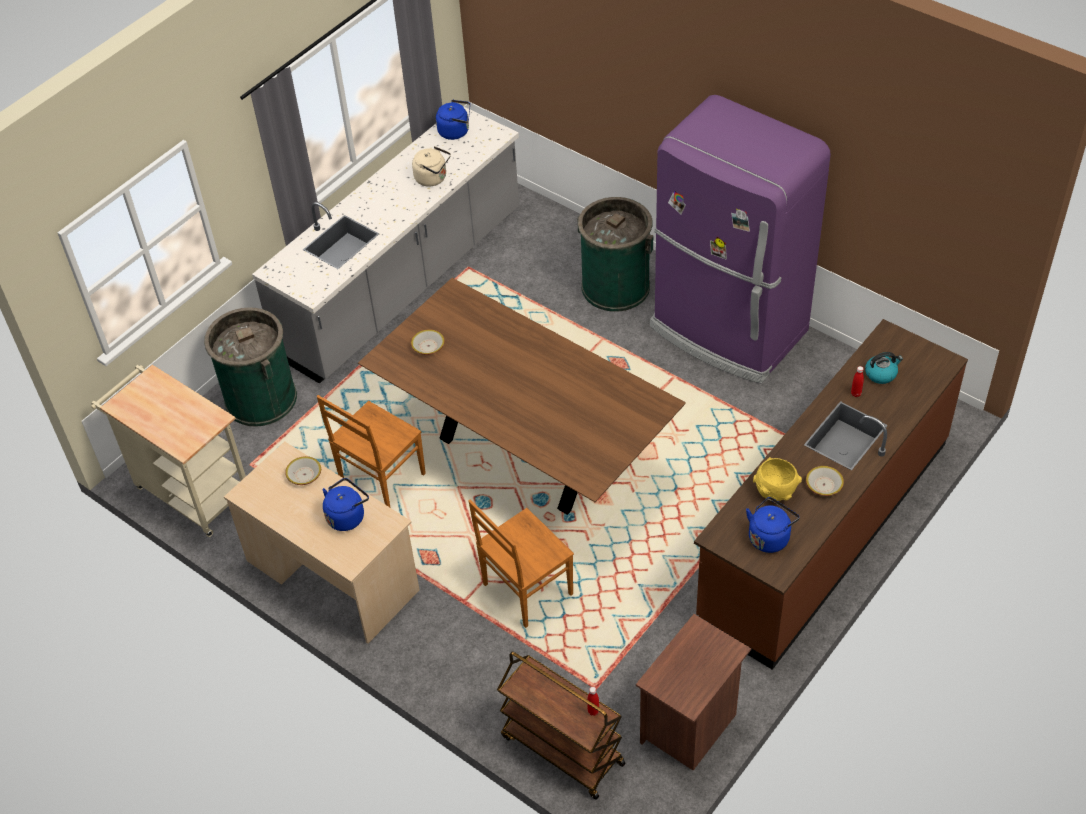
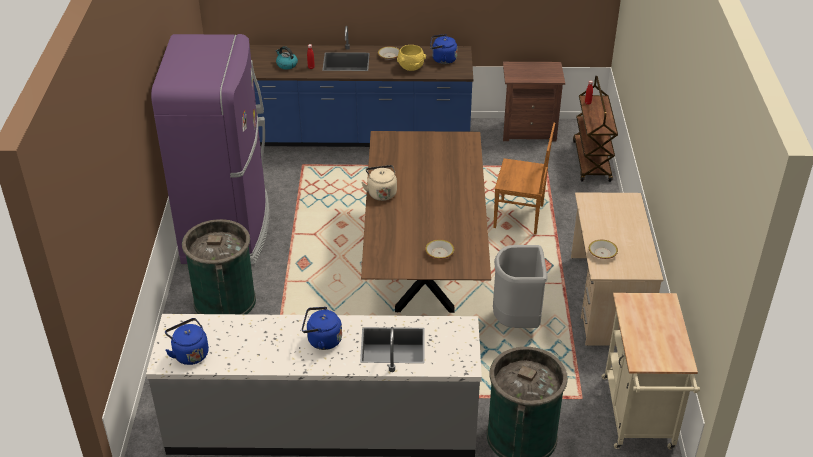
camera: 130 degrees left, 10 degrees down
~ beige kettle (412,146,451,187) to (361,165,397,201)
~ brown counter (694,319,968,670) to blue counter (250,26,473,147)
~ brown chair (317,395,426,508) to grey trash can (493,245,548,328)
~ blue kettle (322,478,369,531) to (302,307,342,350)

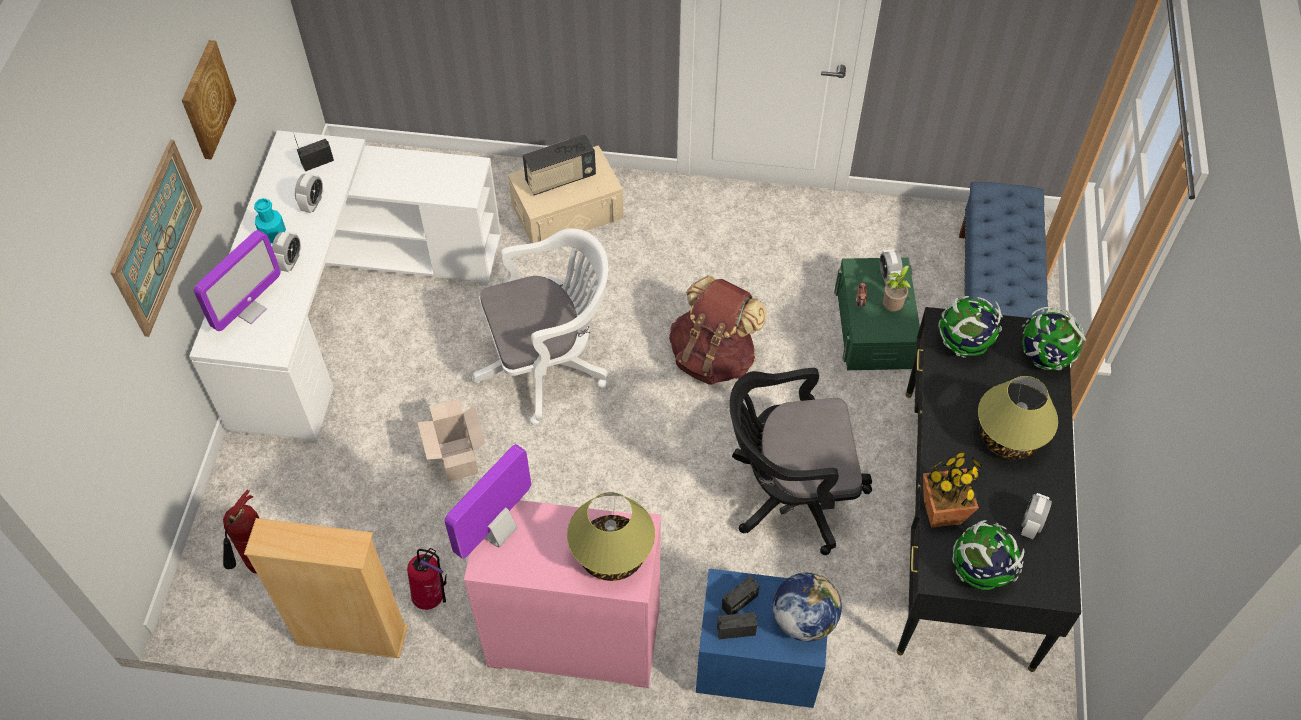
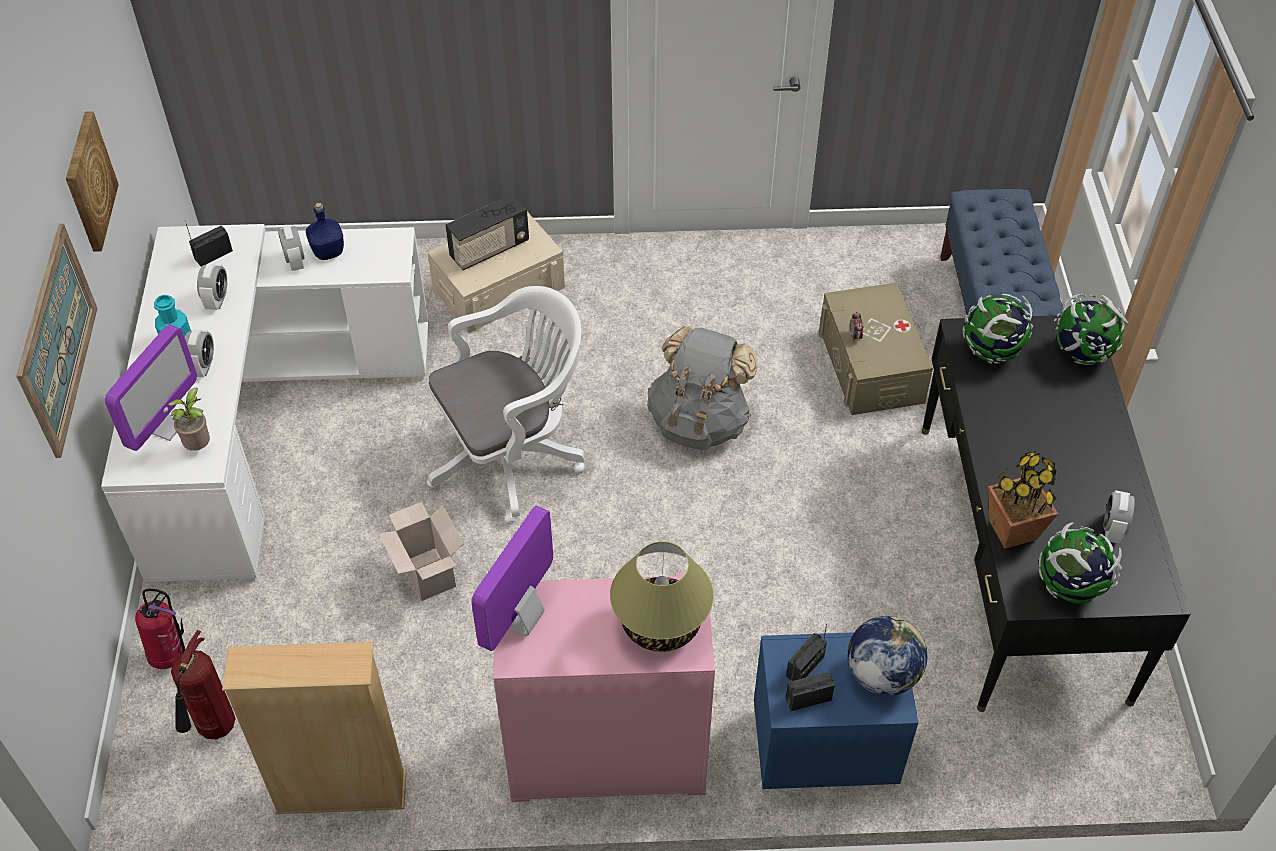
camera: 10 degrees left, 5 degrees down
~ alarm clock (880,249,903,285) to (278,225,305,271)
~ green storage box (834,257,920,370) to beige storage box (819,282,933,415)
~ potted plant (883,265,912,311) to (168,388,210,451)
~ brown backpack (669,276,767,385) to grey backpack (647,326,758,450)
- black office chair (729,368,872,555)
- table lamp (978,376,1058,459)
~ fire extinguisher (407,548,447,610) to (135,589,185,669)
+ blue bottle (306,203,344,260)

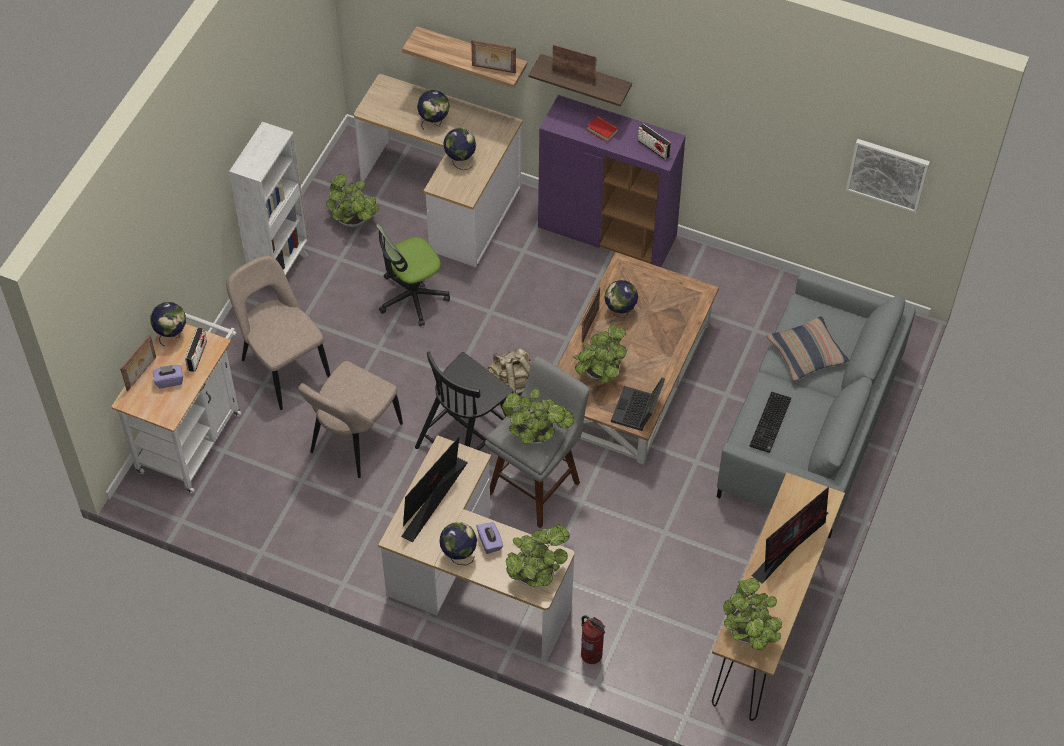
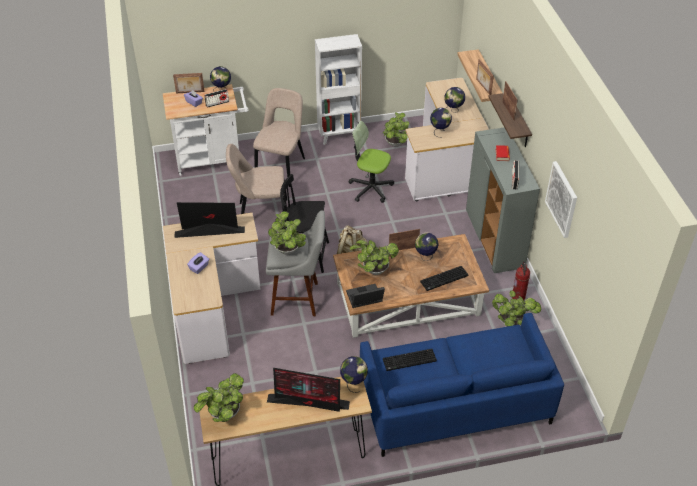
camera: 55 degrees right, 10 degrees down
~ purple cabinet (538,95,686,267) to grey cabinet (466,128,540,273)
~ picture (846,139,930,213) to (545,161,577,238)
~ grey sofa (717,271,916,538) to blue sofa (360,313,564,457)
- pillow (767,316,849,381)
~ globe (440,522,477,565) to (340,356,368,393)
~ potted plant (506,524,570,587) to (492,290,541,327)
~ fire extinguisher (581,615,605,664) to (512,262,530,300)
+ keyboard (420,266,469,291)

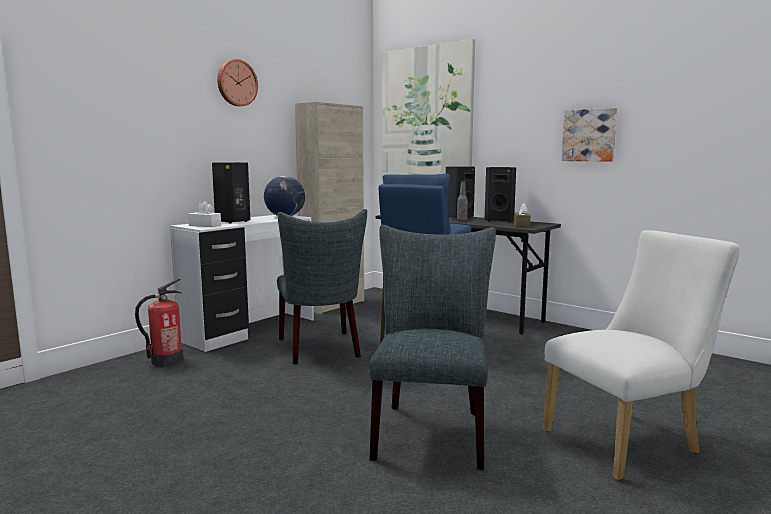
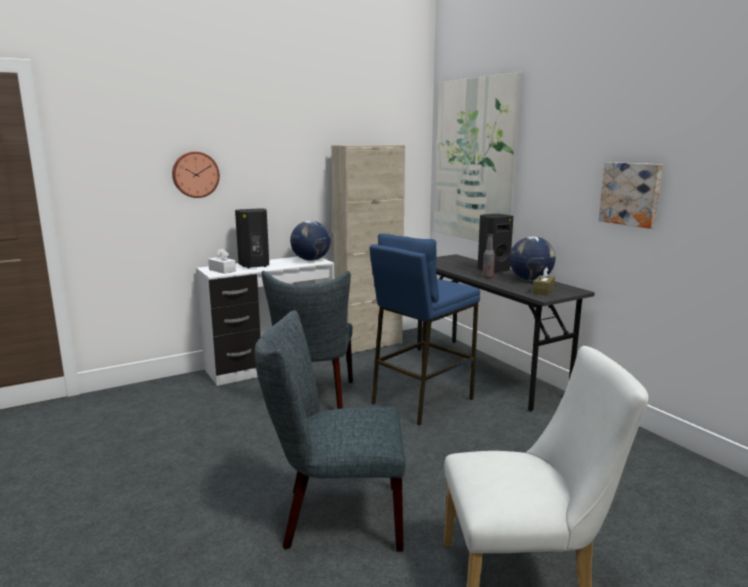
camera: 20 degrees right, 5 degrees up
~ wall clock (217,59,258,106) to (172,151,220,198)
~ black speaker (484,167,516,222) to globe (509,236,555,281)
~ grey chair (369,225,496,470) = (254,310,406,552) 120 degrees counterclockwise
- fire extinguisher (135,279,183,367)

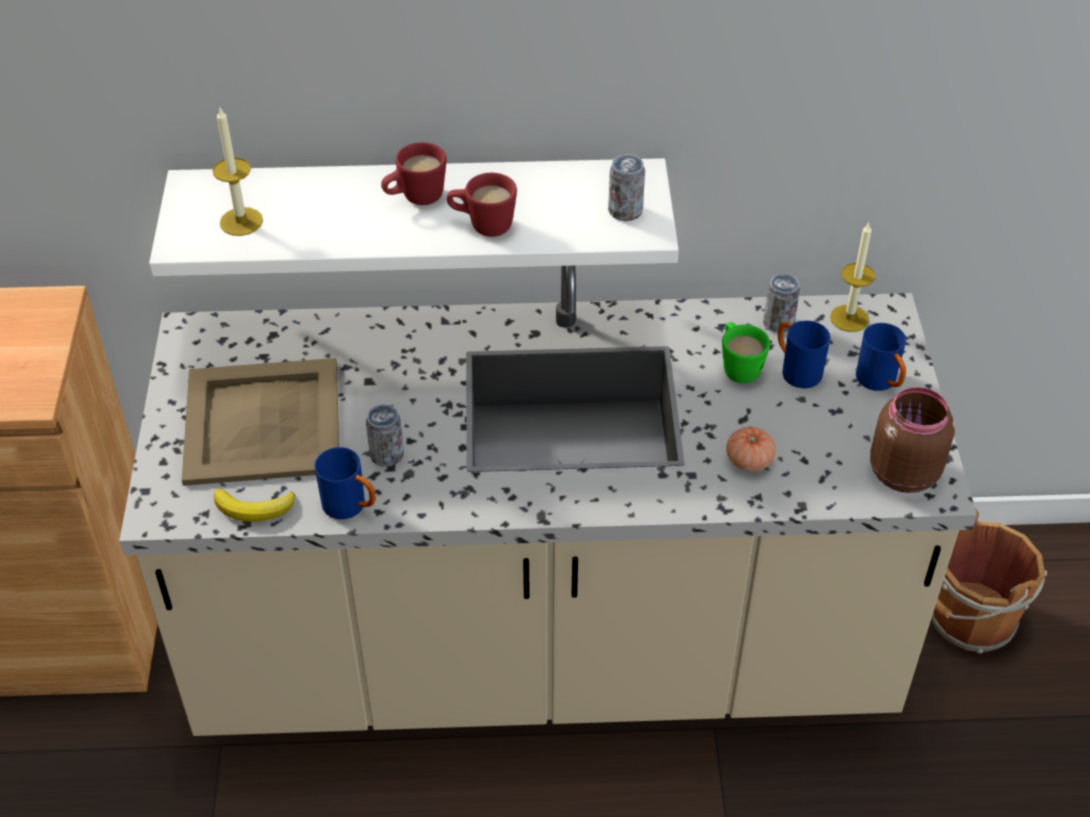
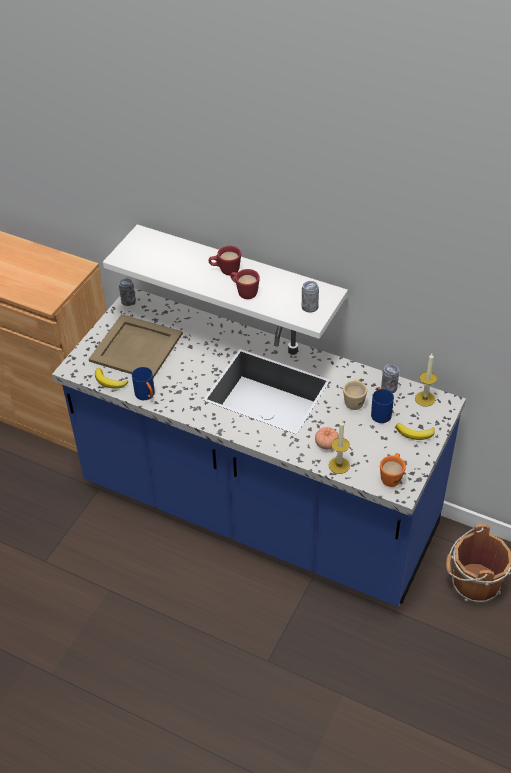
camera: 30 degrees right, 0 degrees up
~ candle (213,106,263,236) to (329,421,350,474)
~ beige counter (119,266,977,736) to blue counter (52,288,466,607)
~ green mug (722,322,770,383) to beige mug (343,378,367,410)
~ blue mug (856,323,906,391) to banana (396,423,435,440)
~ brown jar (870,387,955,493) to orange mug (380,453,406,487)
~ can (366,405,404,467) to (119,278,136,306)

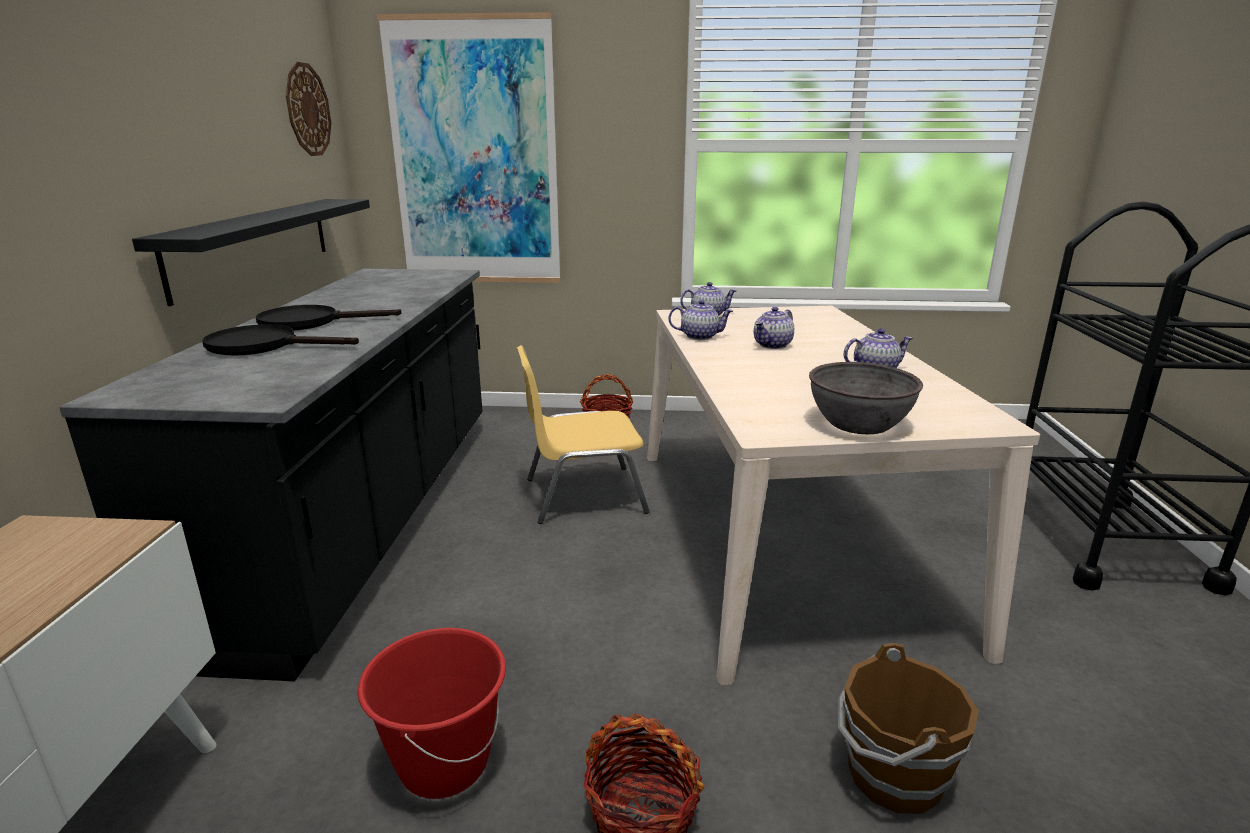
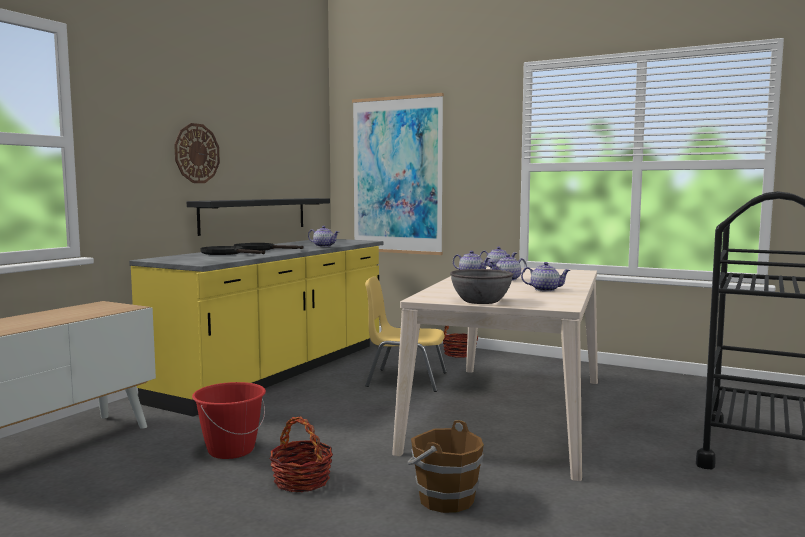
camera: 25 degrees right, 15 degrees down
~ wall clock (286,62,331,156) to (174,123,220,183)
~ black counter (59,269,483,681) to yellow counter (129,239,383,417)
+ teapot (308,226,339,247)

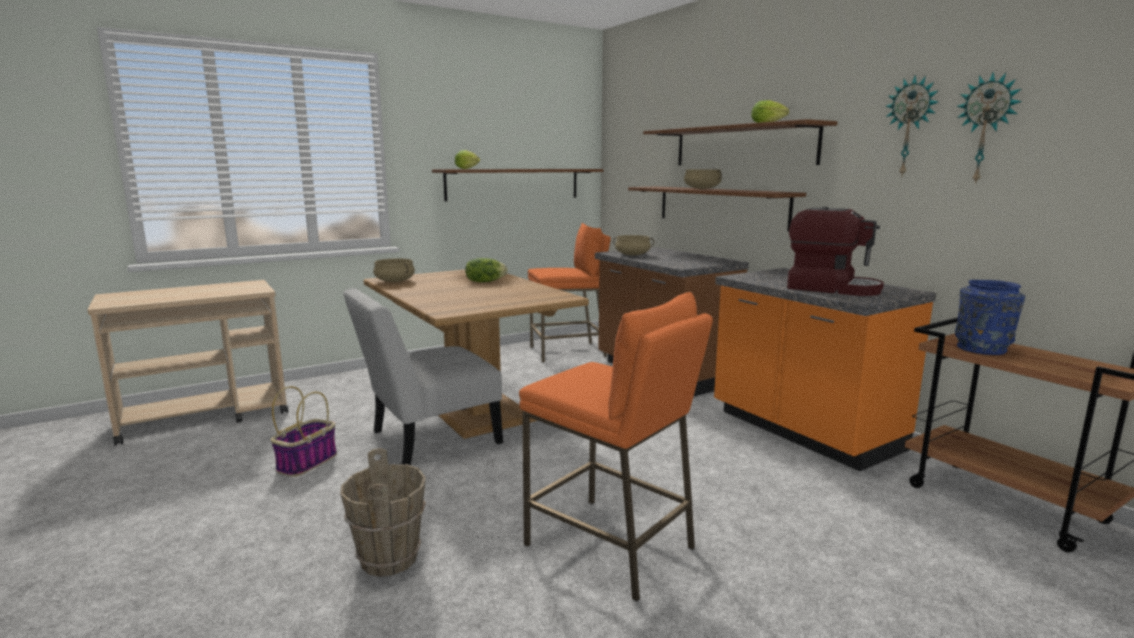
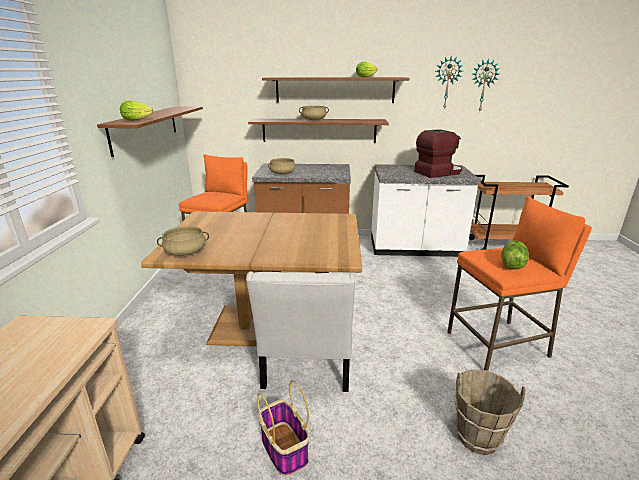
camera: 55 degrees left, 10 degrees up
~ lettuce (465,258,508,282) to (501,240,529,269)
~ orange counter (714,268,936,471) to white counter (371,164,481,257)
- blue vase (955,280,1025,355)

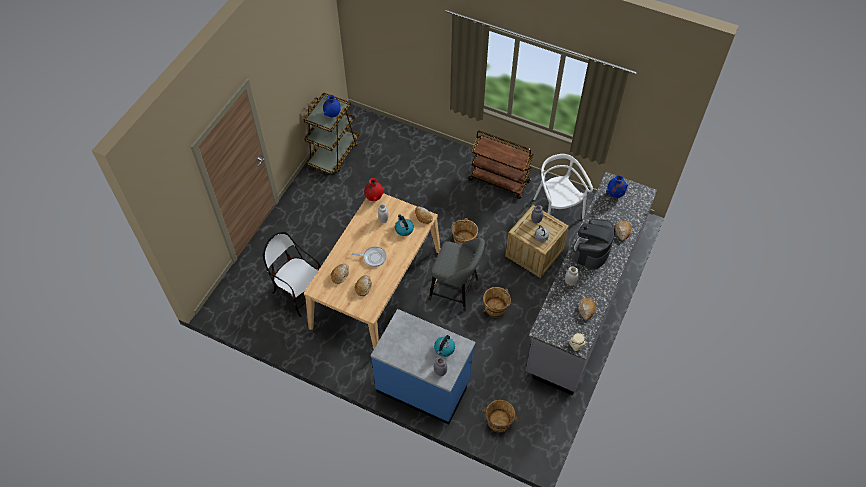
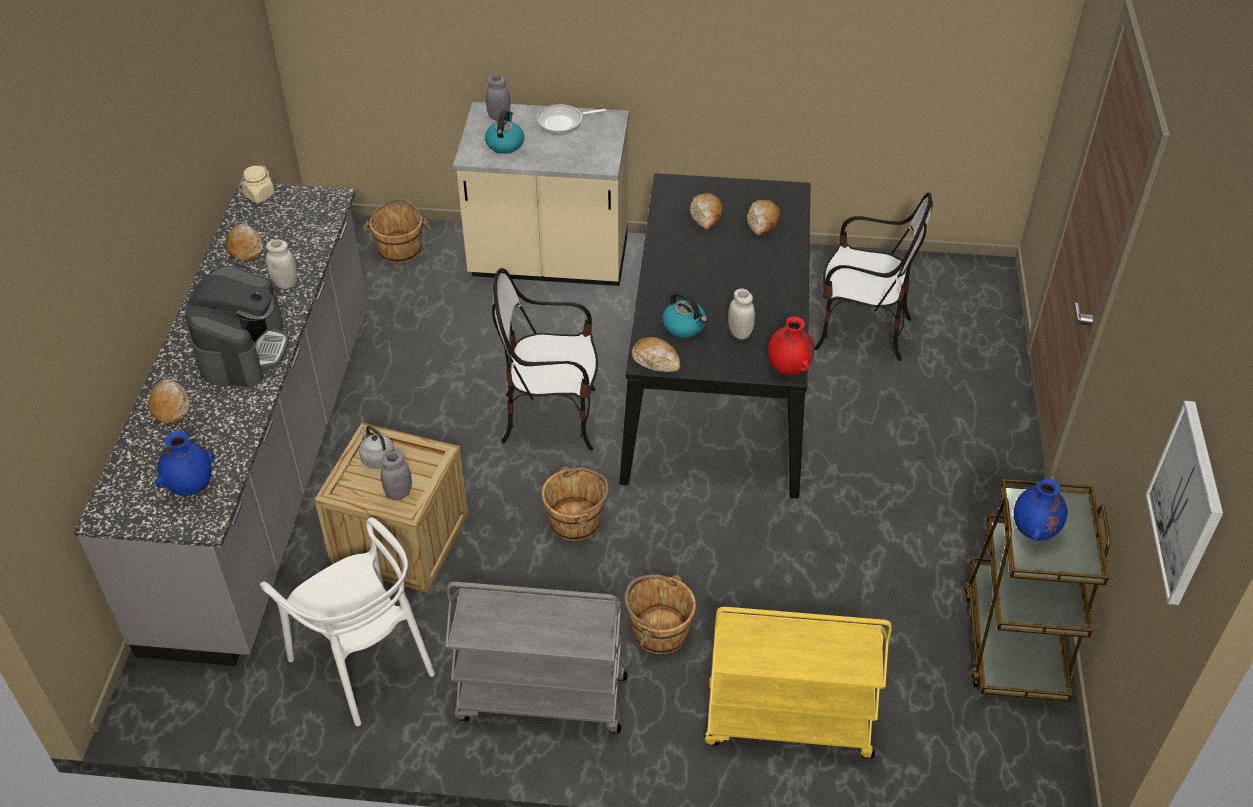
camera: 160 degrees right, 10 degrees down
~ brown cart (468,131,534,199) to grey cart (445,582,627,734)
~ beige dining table (304,193,441,349) to black dining table (620,173,810,499)
~ grey stool (429,238,485,312) to chair (492,268,598,450)
~ frying pan (351,247,387,267) to (536,105,606,135)
~ brown bucket (483,287,511,318) to (624,575,696,654)
~ blue counter (370,309,475,425) to beige counter (453,102,629,286)
+ picture (1145,401,1223,605)
+ yellow cart (705,607,892,759)

